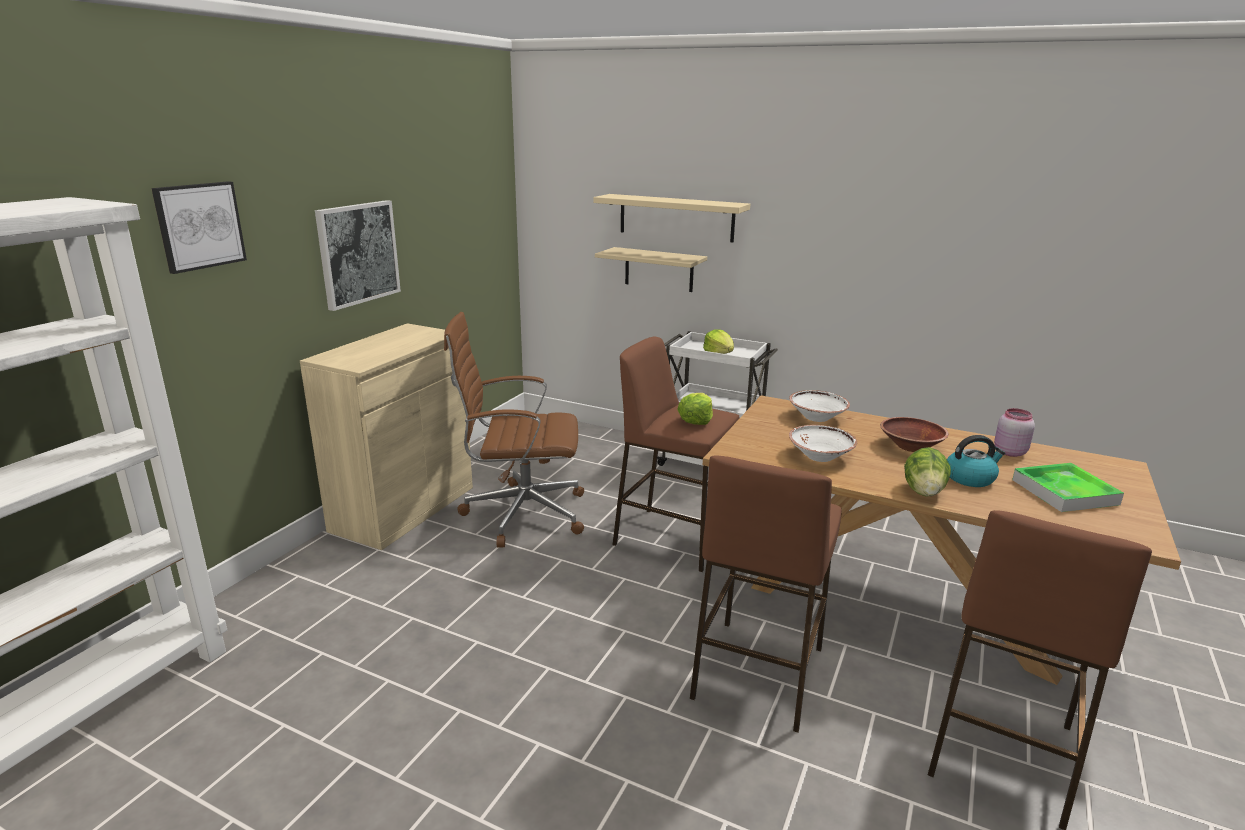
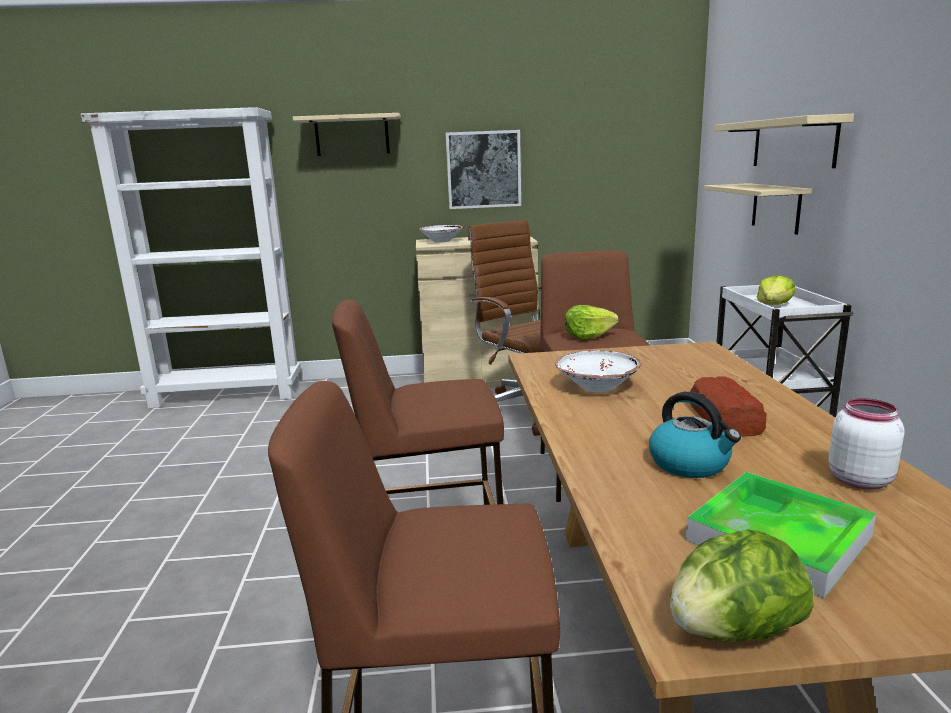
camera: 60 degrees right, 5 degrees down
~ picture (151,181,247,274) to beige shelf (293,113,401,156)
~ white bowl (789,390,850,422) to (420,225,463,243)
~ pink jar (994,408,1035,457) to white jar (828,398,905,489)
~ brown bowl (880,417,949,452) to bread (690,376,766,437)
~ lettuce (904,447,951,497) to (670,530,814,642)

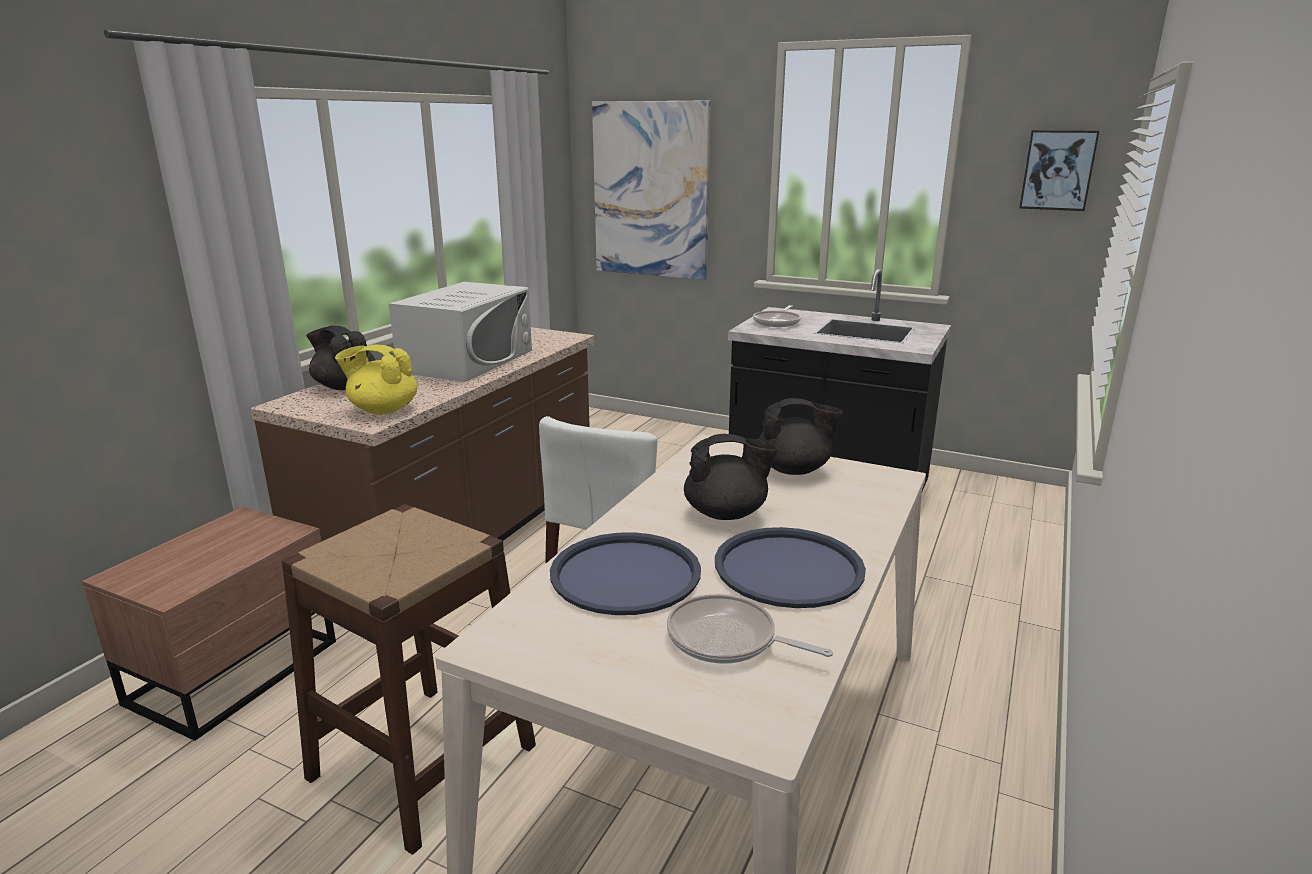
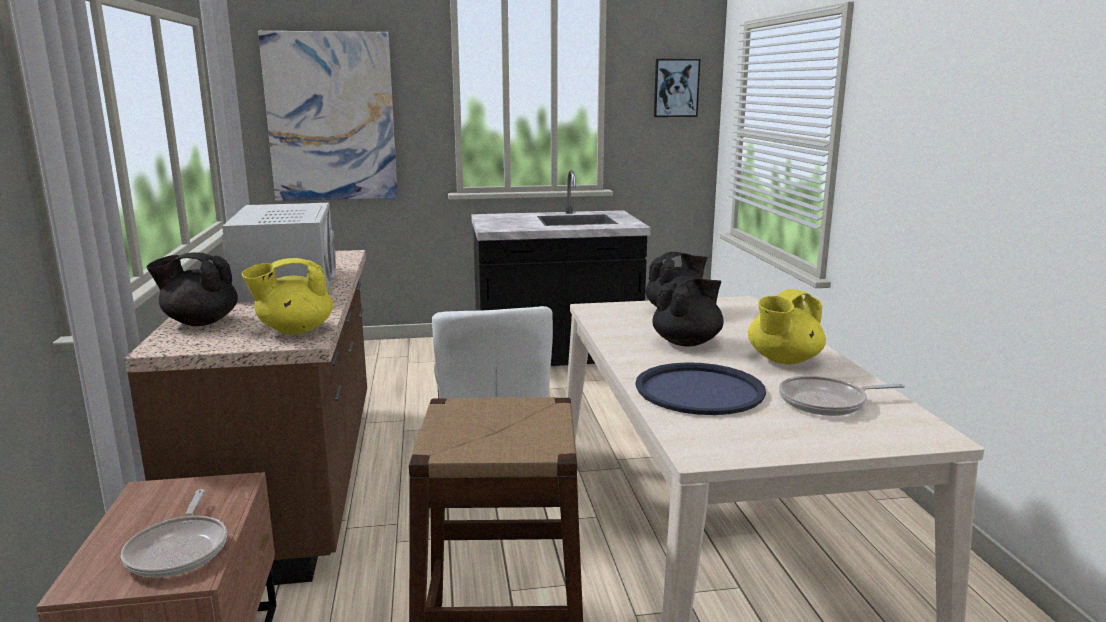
camera: 35 degrees left, 5 degrees down
~ frying pan (753,305,801,327) to (121,489,227,577)
~ blue tray (715,527,866,608) to yellow teapot (748,289,826,364)

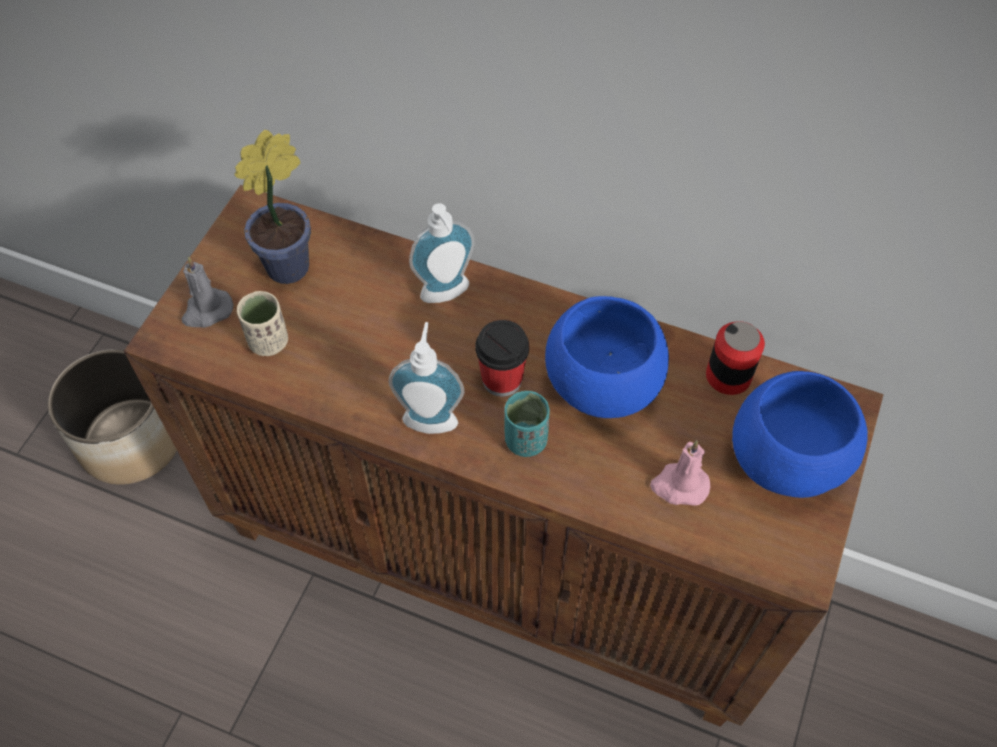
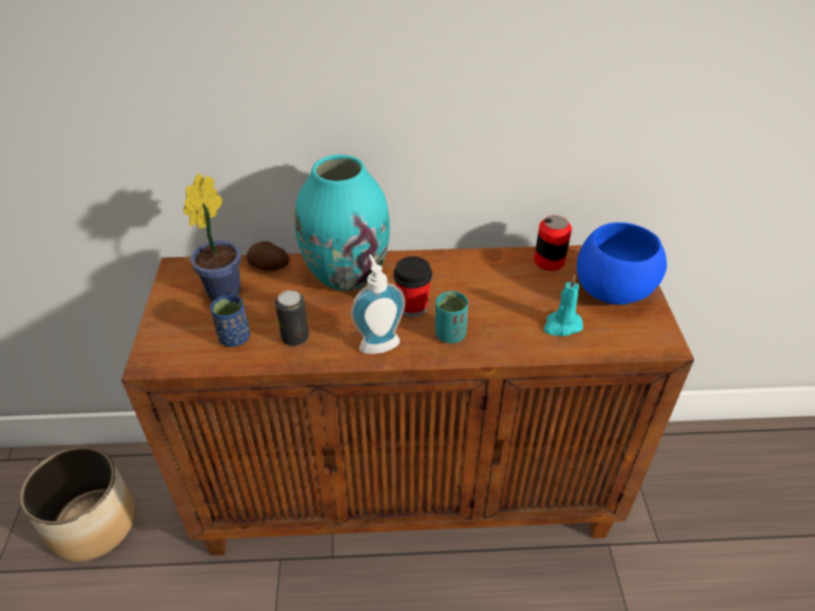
camera: 25 degrees left, 15 degrees down
~ soap dispenser (409,203,475,303) to turquoise vase (295,155,390,291)
- grey candle (182,257,234,328)
~ beige cup (237,291,288,356) to blue cup (210,294,250,347)
- blue bowl (545,296,669,418)
~ pink candle (650,440,710,506) to turquoise candle (544,274,583,336)
+ potato (246,241,290,270)
+ can (275,290,309,346)

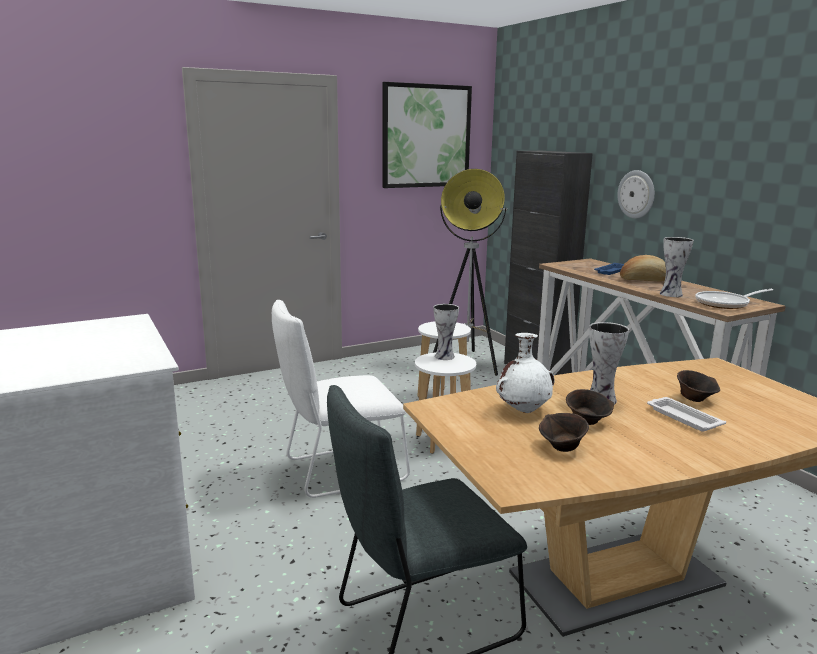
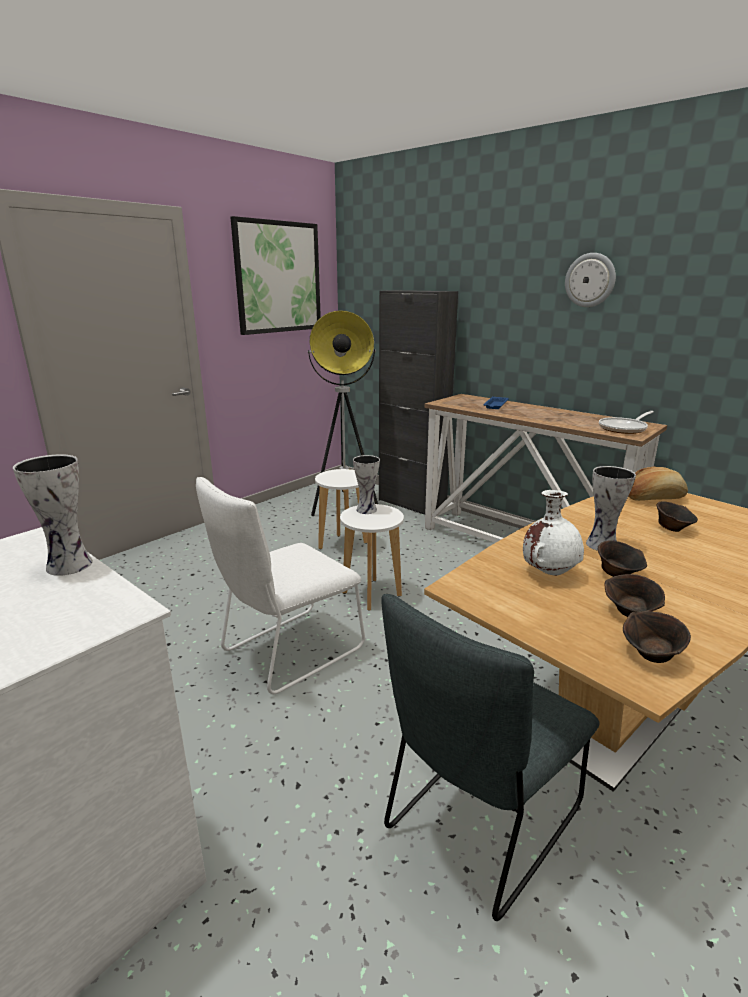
camera: 20 degrees left, 5 degrees up
~ wall clock (617,170,655,219) to (565,253,616,307)
~ vase (660,237,694,297) to (13,454,93,576)
~ bread (620,255,666,282) to (629,467,688,501)
- white tray (647,397,726,432)
+ brown bowl (623,611,691,663)

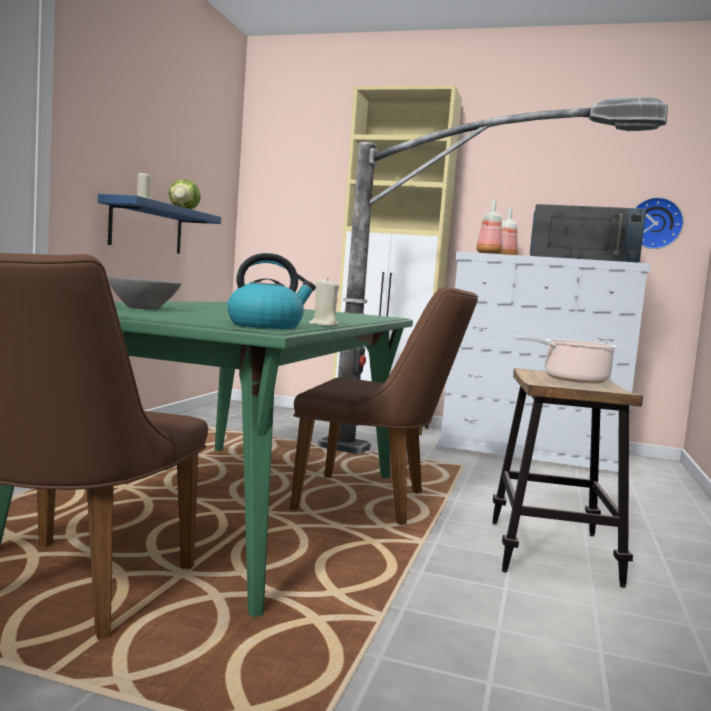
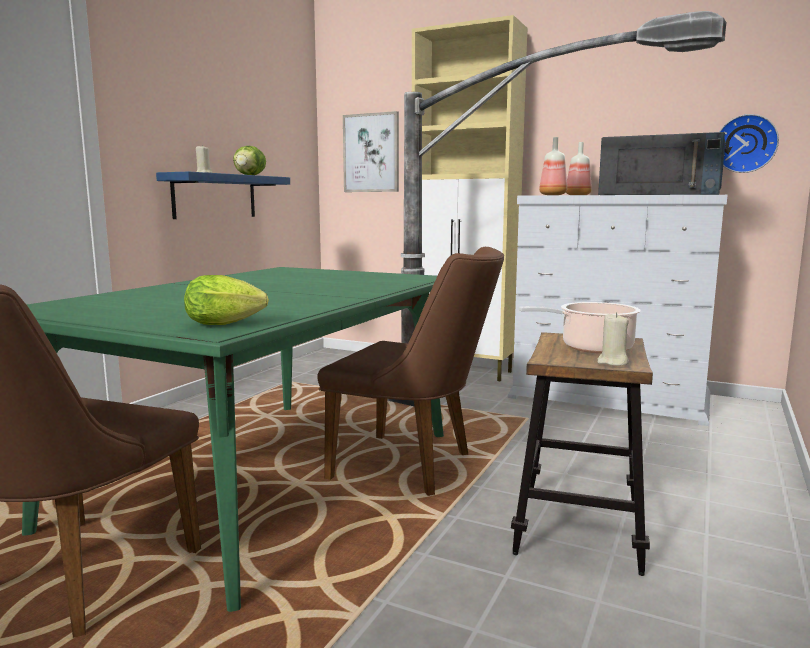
camera: 10 degrees right, 5 degrees up
~ kettle (227,253,316,329) to lettuce (184,275,269,325)
- grey bowl (107,276,182,309)
~ beige candle (309,277,339,326) to (597,312,629,366)
+ picture (343,111,399,192)

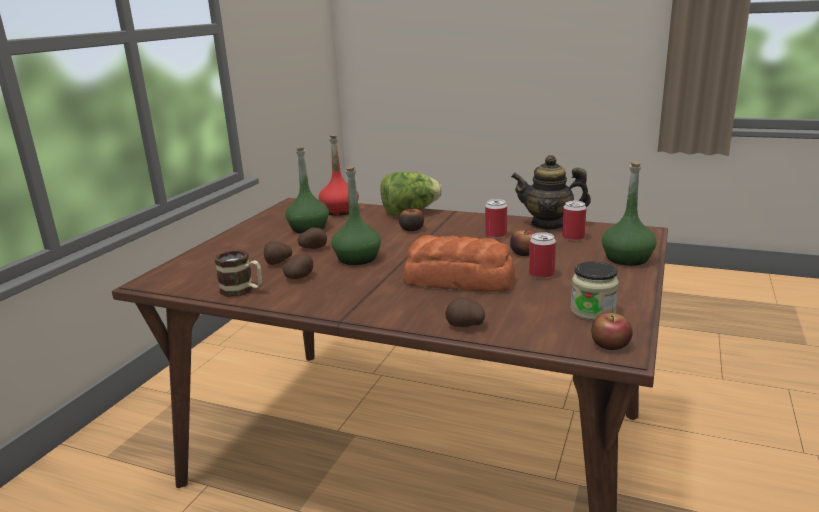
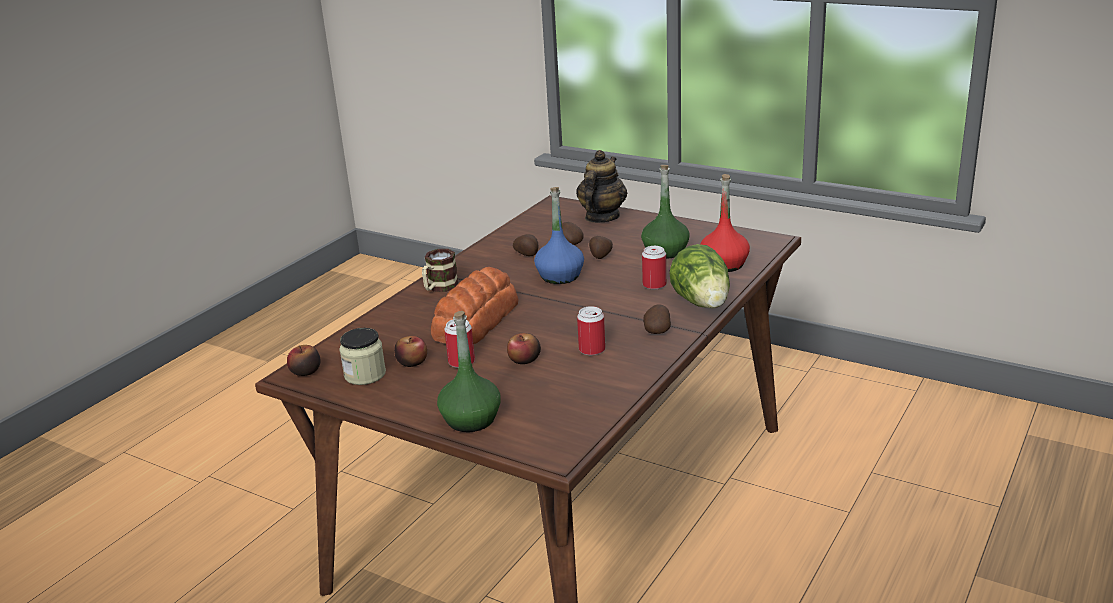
camera: 100 degrees right, 5 degrees up
~ teapot (511,155,591,230) to (576,150,627,223)
~ green bottle (331,166,381,265) to blue bottle (534,187,584,284)
~ can (562,201,586,241) to (642,246,666,290)
~ apple (399,208,424,231) to (394,336,427,367)
~ mug (214,250,262,297) to (422,249,458,292)
~ potato (445,297,485,327) to (643,304,671,334)

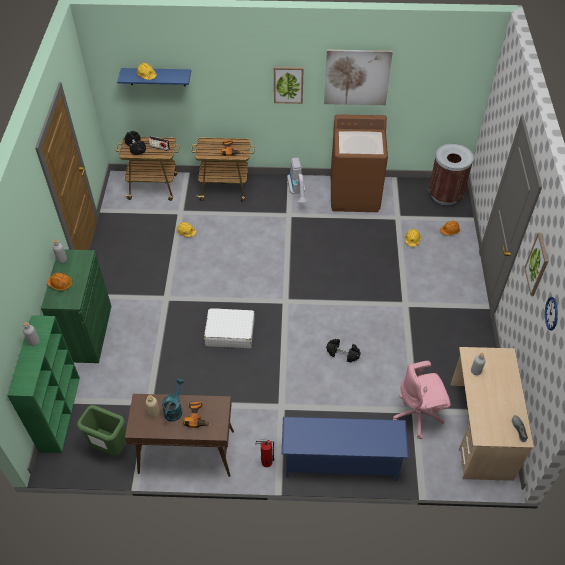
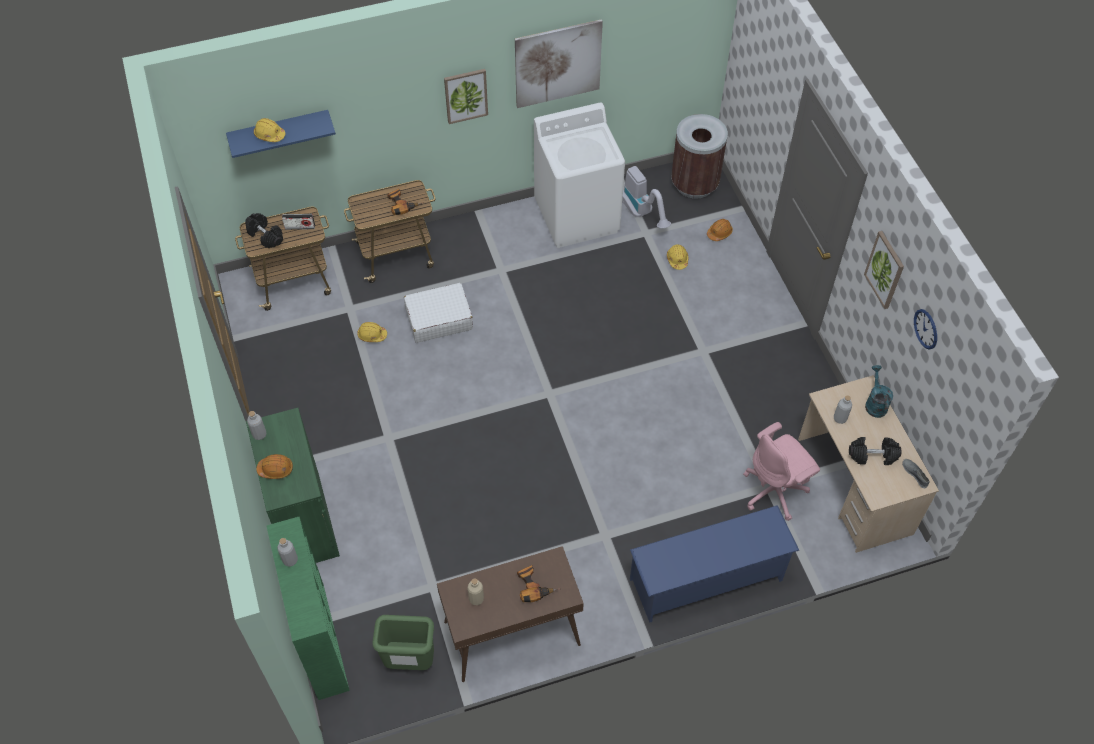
camera: 20 degrees left, 5 degrees up
~ brown washing machine (331,114,388,212) to white washing machine (534,103,625,248)
~ vacuum cleaner (287,158,308,203) to (622,166,671,228)
~ white suitcase (204,308,254,348) to (404,283,473,343)
~ black dumbbell (326,339,361,362) to (849,437,902,465)
~ turquoise watering can (162,379,184,422) to (865,365,893,418)
- fire extinguisher (255,439,274,467)

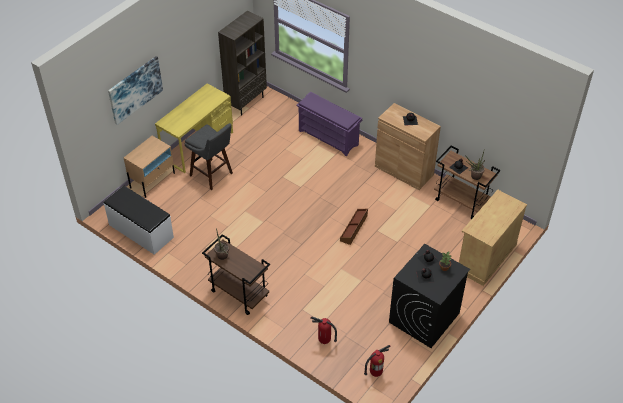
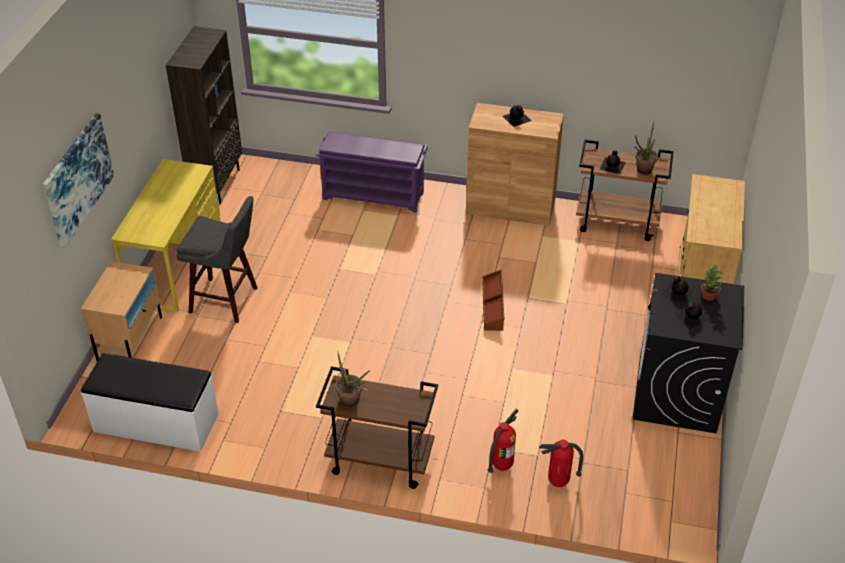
camera: 25 degrees left, 5 degrees down
~ fire extinguisher (364,345,391,377) to (488,409,518,473)

